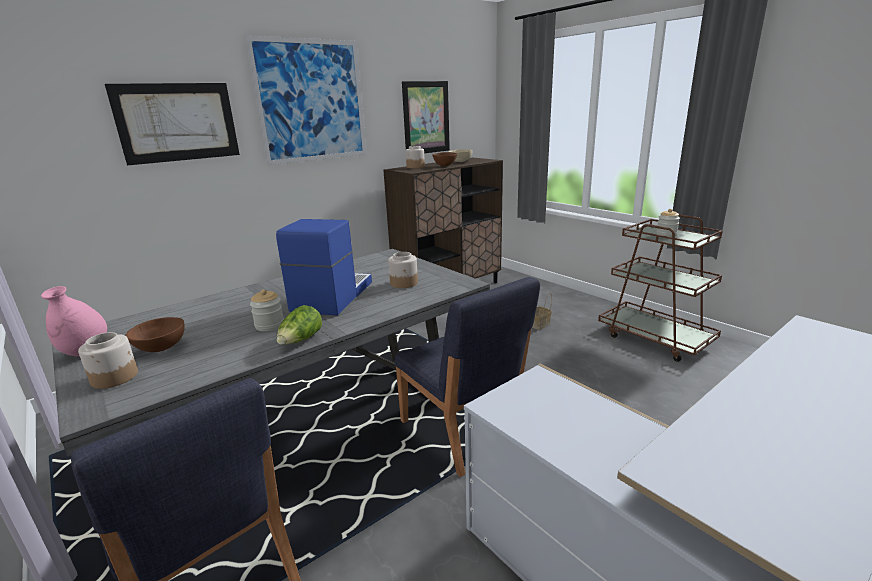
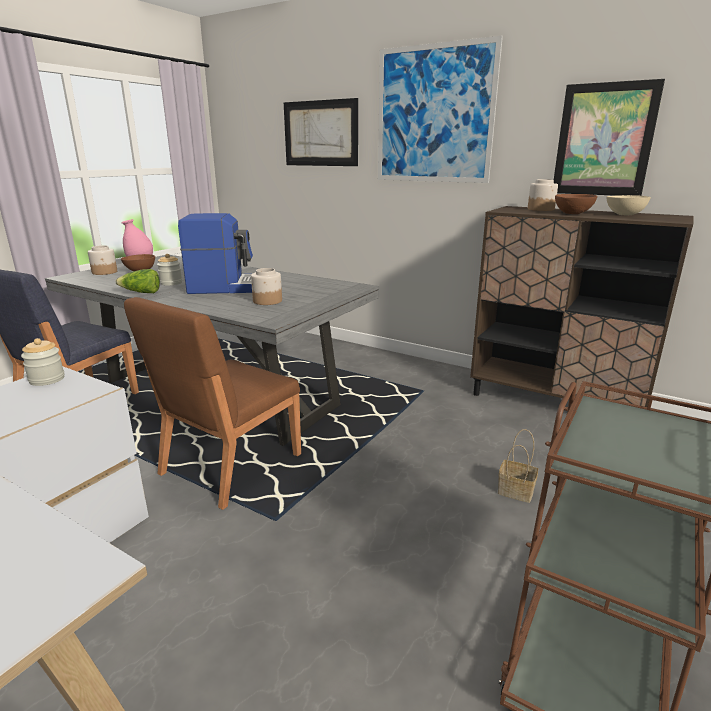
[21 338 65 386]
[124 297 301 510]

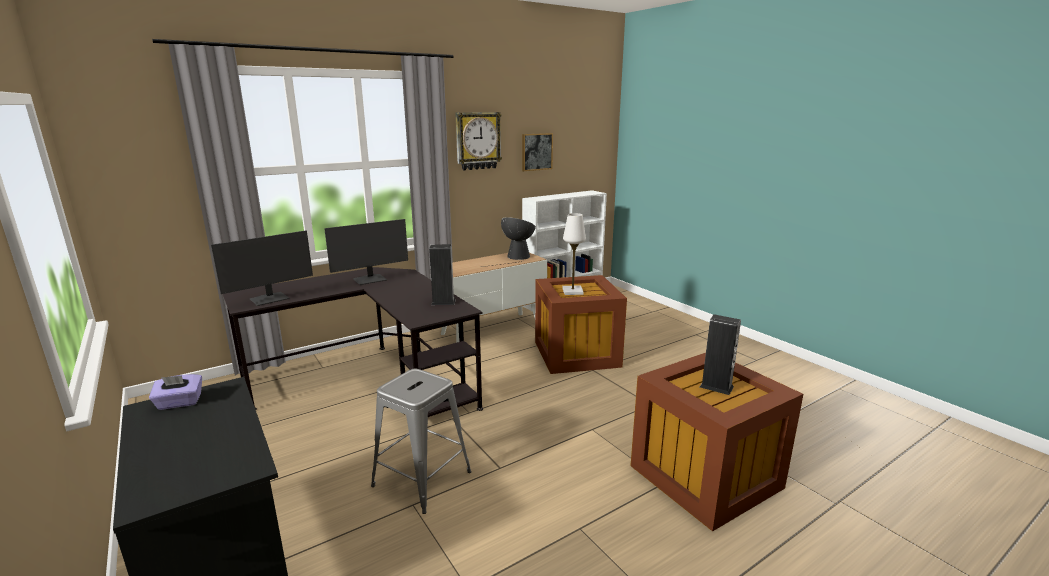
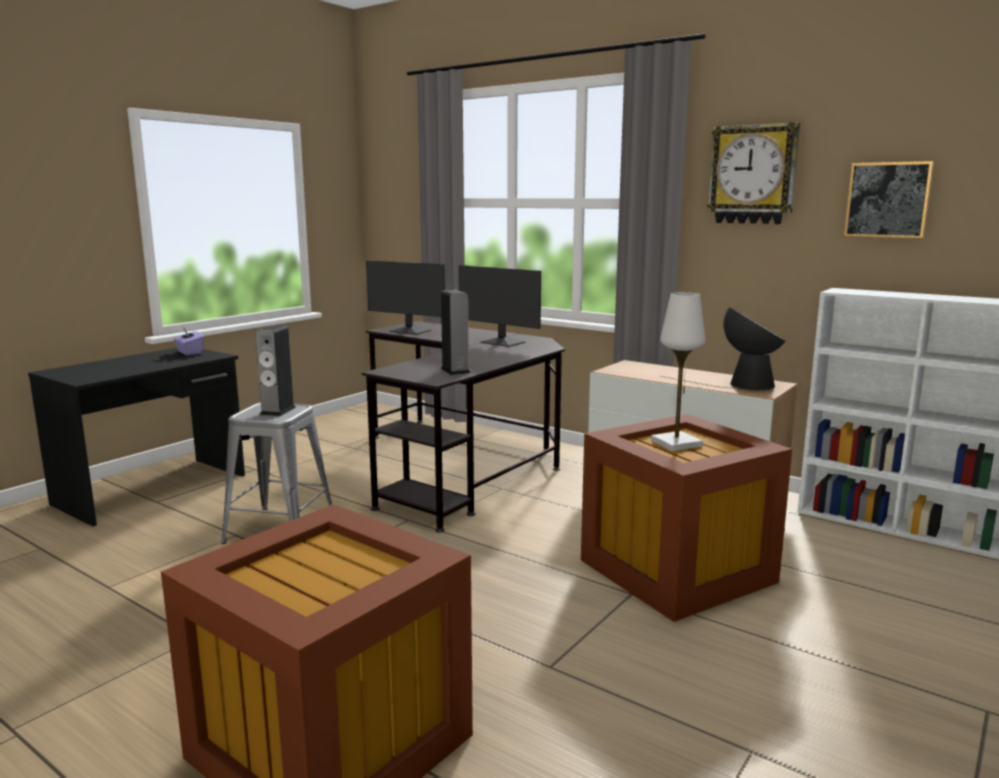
[255 325 296 416]

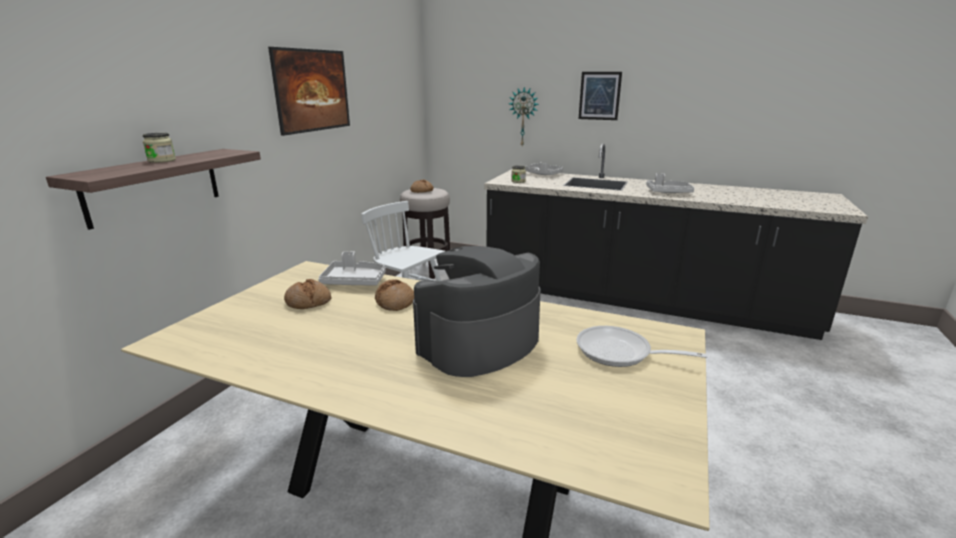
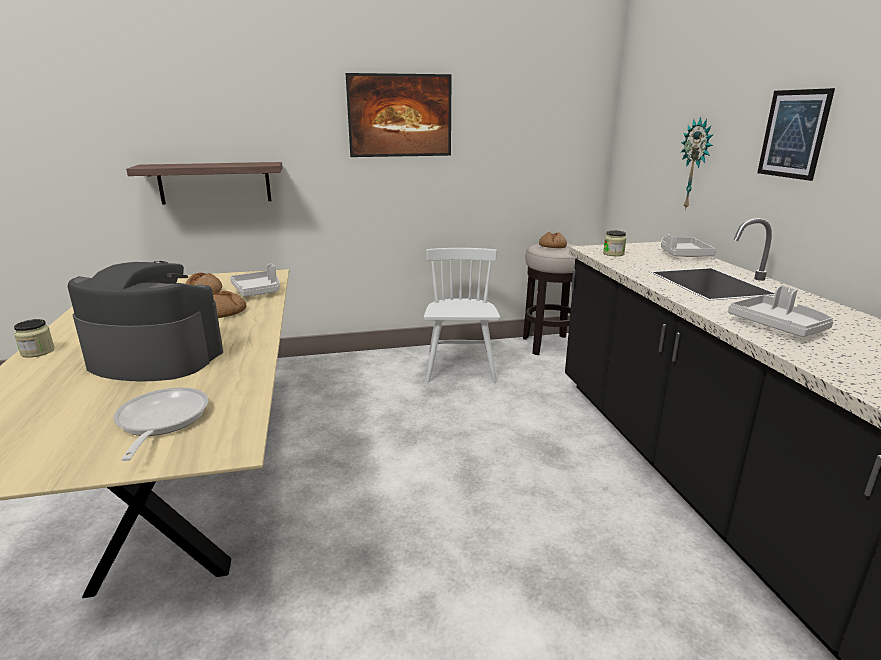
[14 319 55 358]

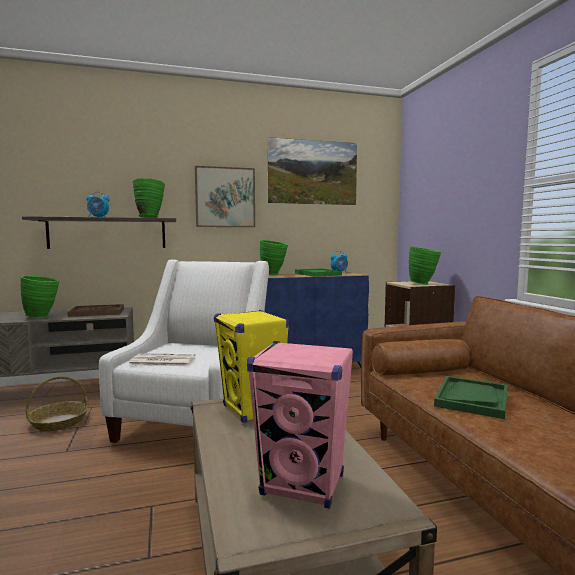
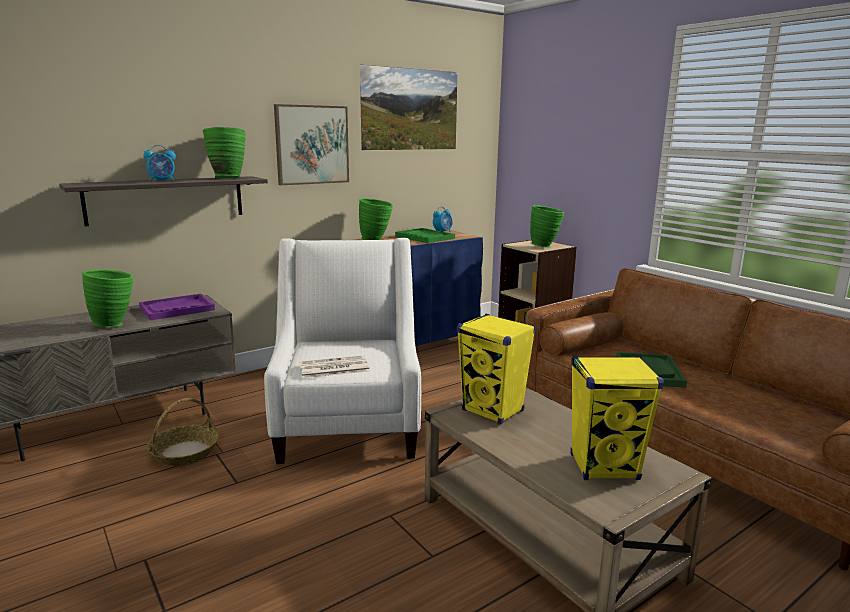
[139 294 215 320]
[571 356 664 480]

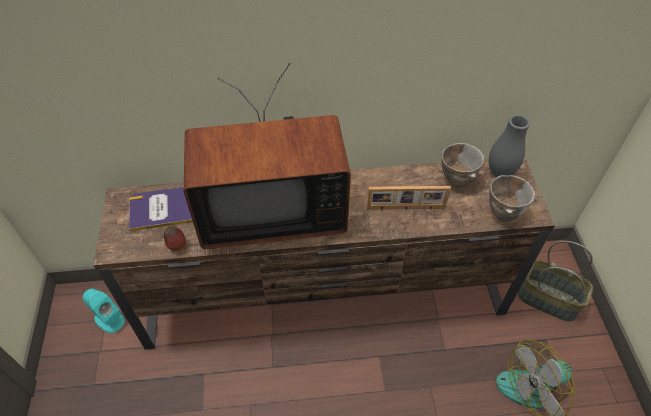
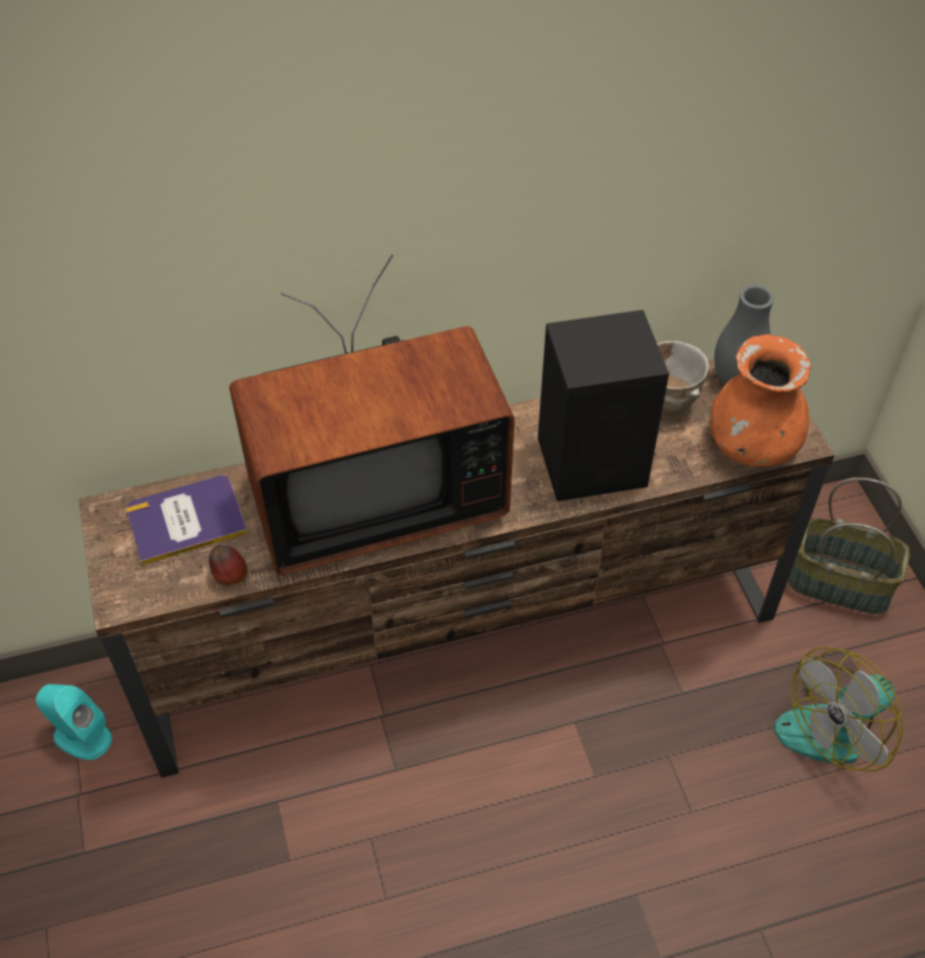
[710 334 811 467]
[538 310 669 501]

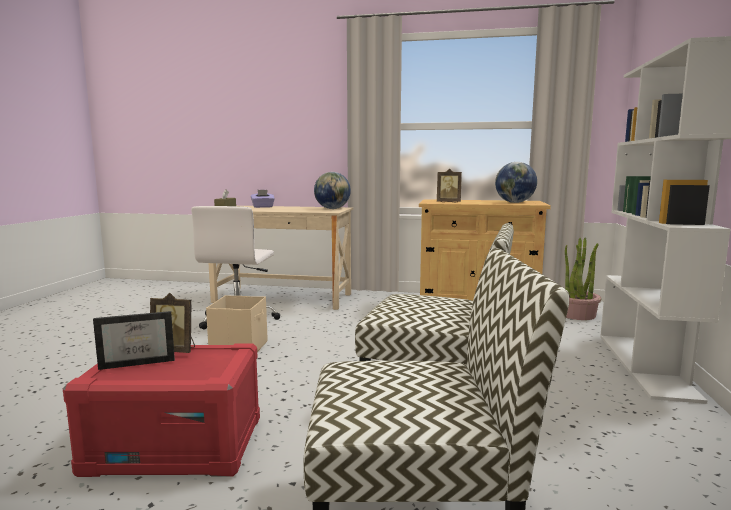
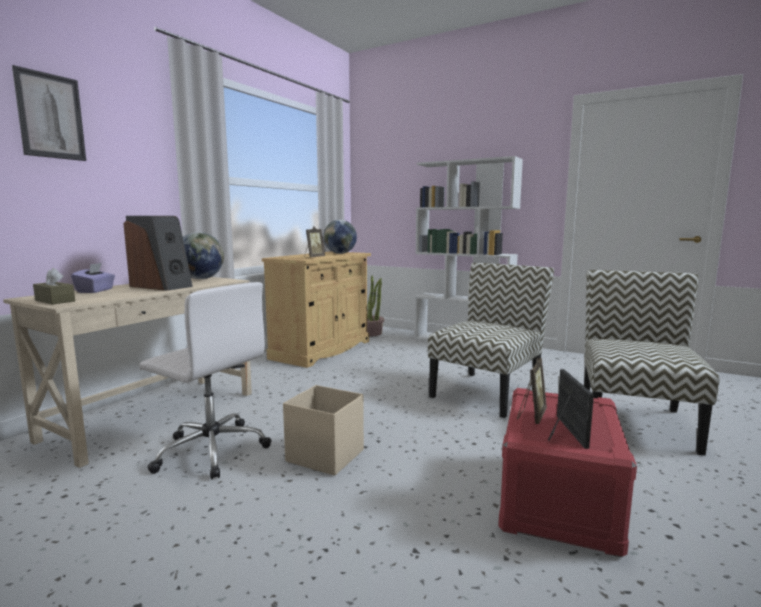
[12 65 86 161]
[123 216 193 291]

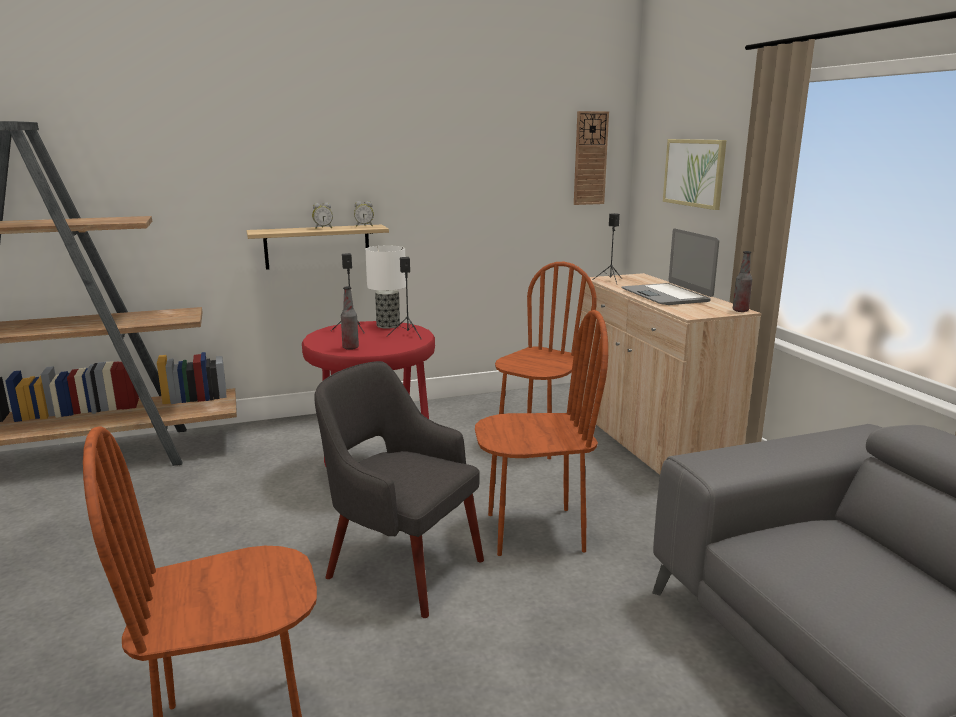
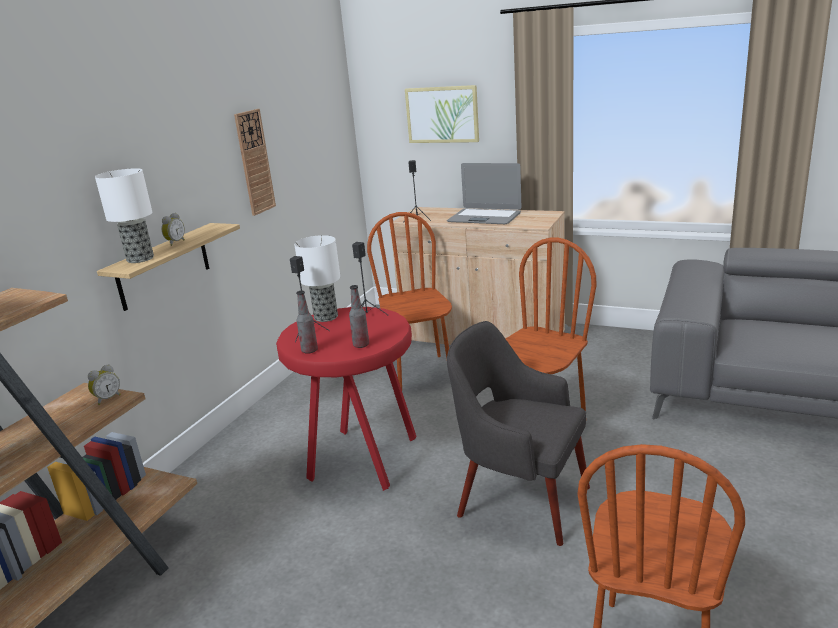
[234 109 276 216]
[88 364 121 405]
[296 291 318 354]
[447 321 590 546]
[95 168 154 263]

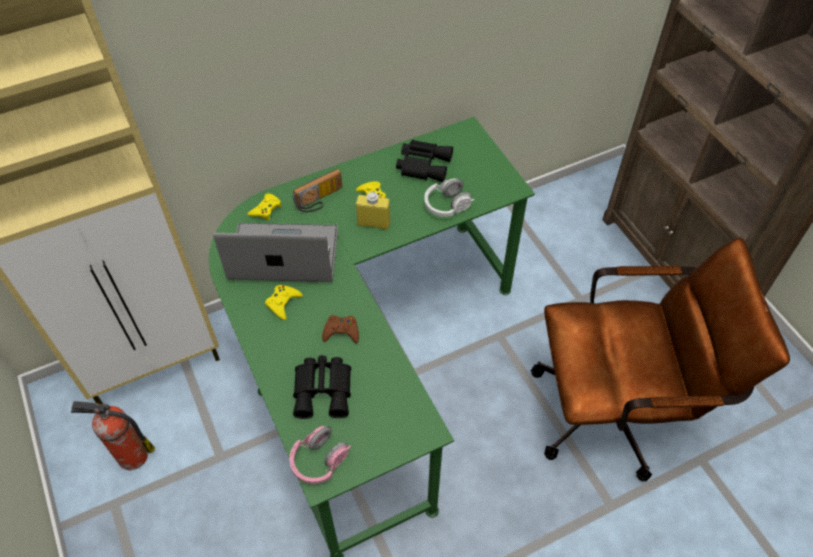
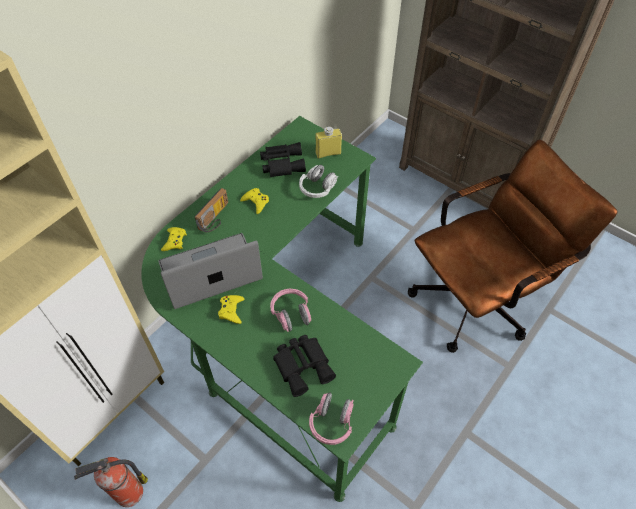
[315 126 342 159]
[270 289 311 332]

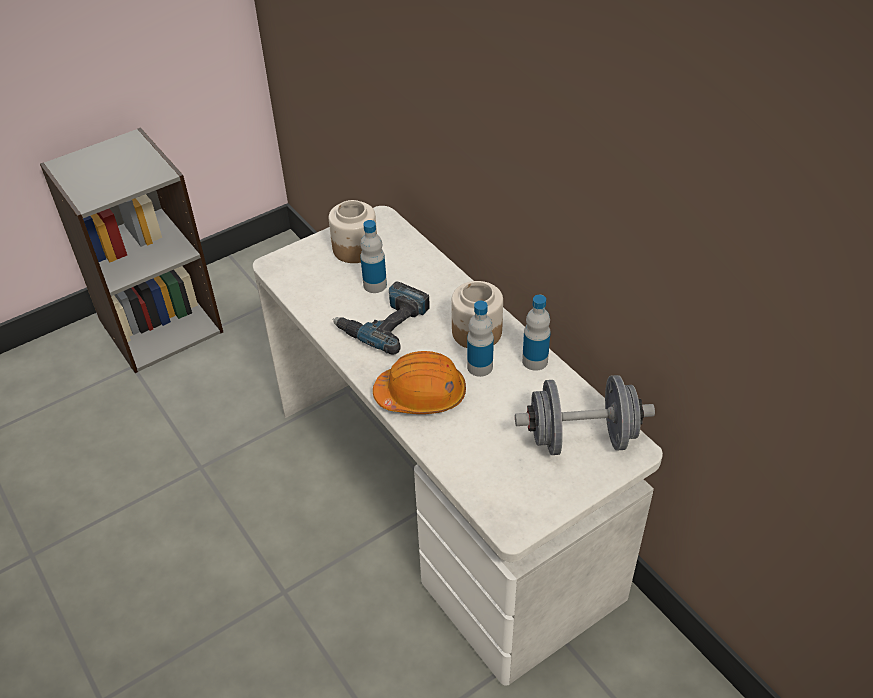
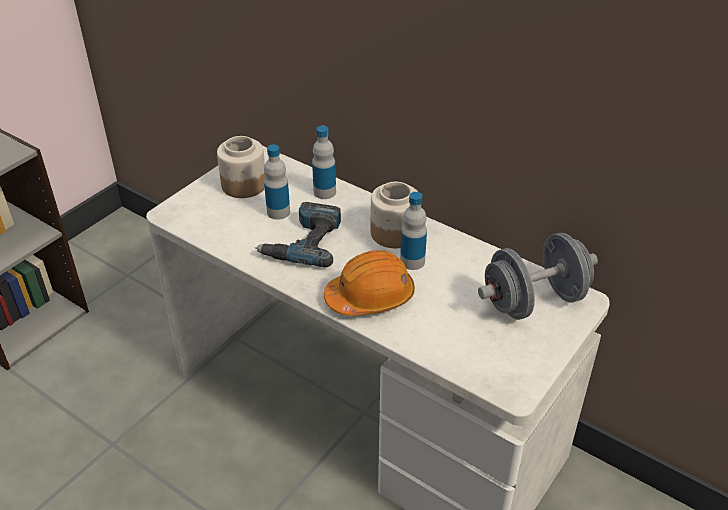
[312 126 336 199]

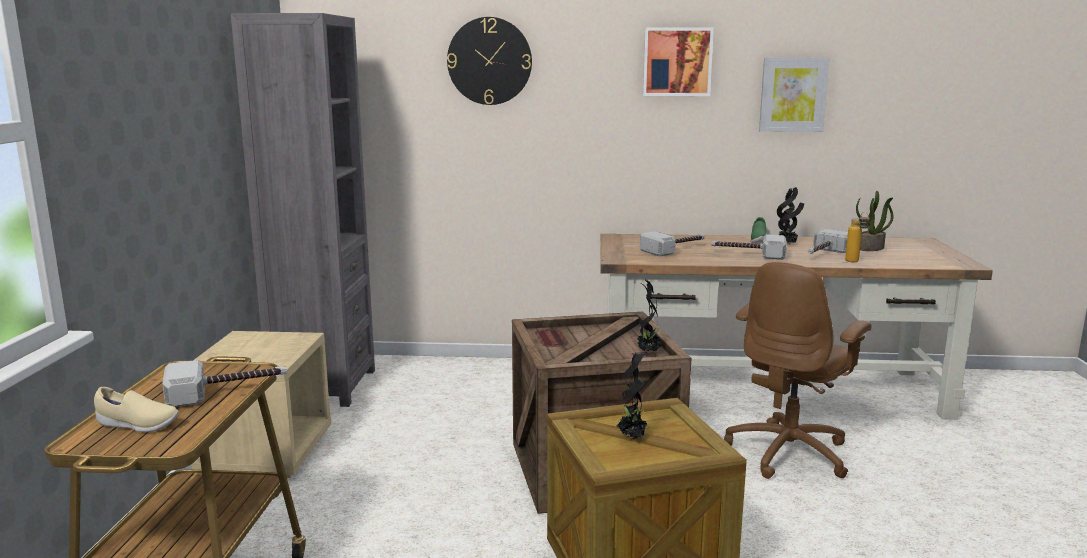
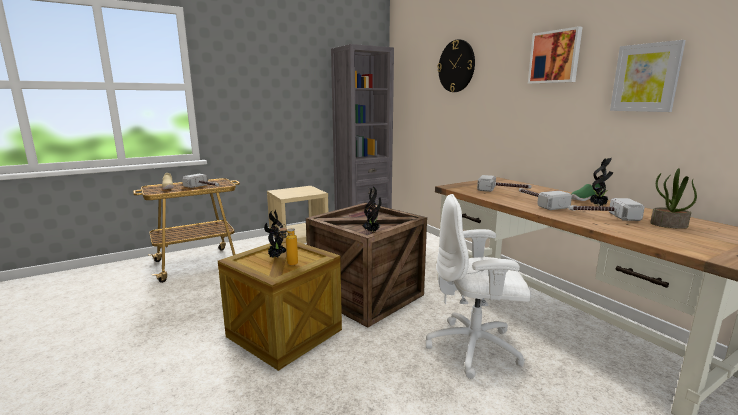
[279 224 298 265]
[426 194 531 379]

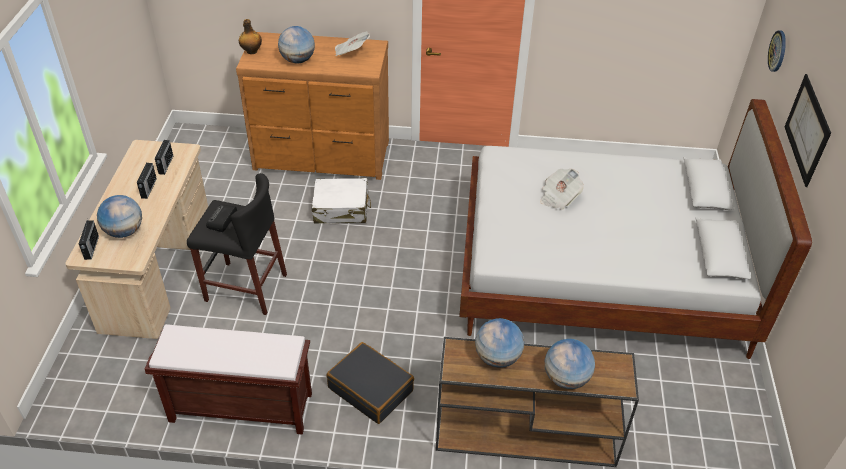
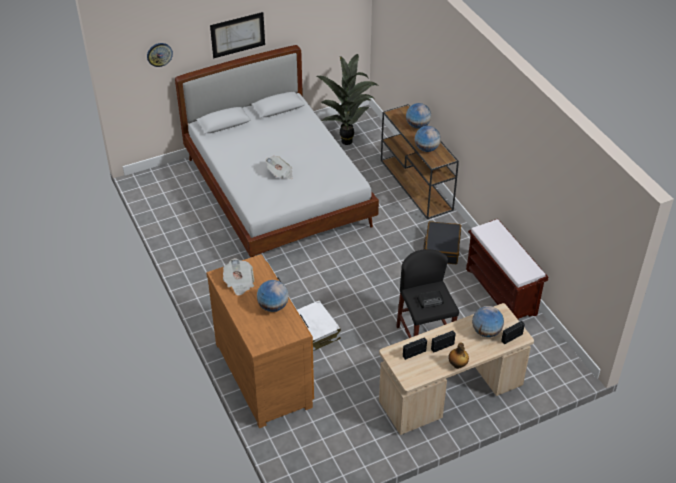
[448 343 469 369]
[317 54 379 145]

